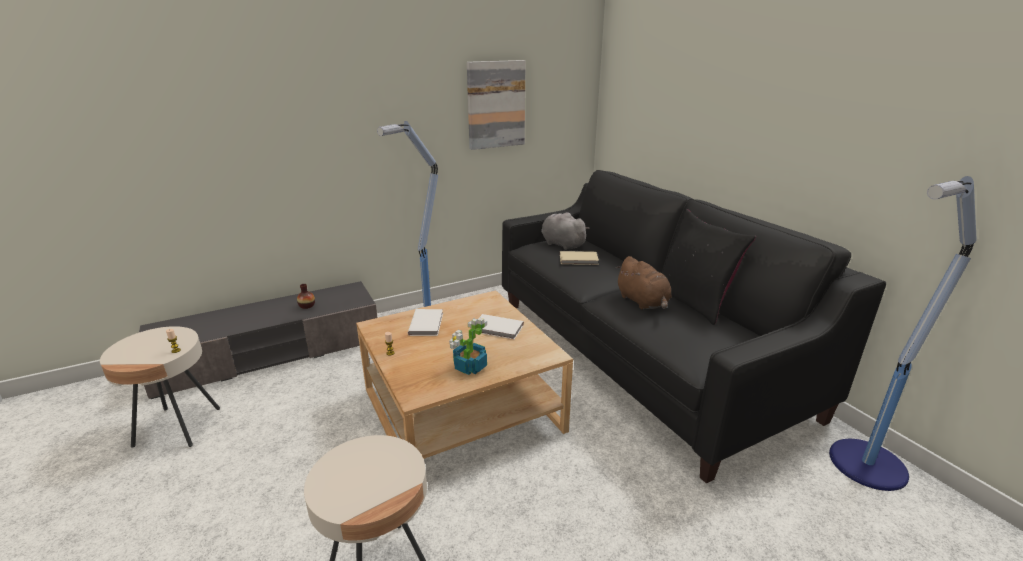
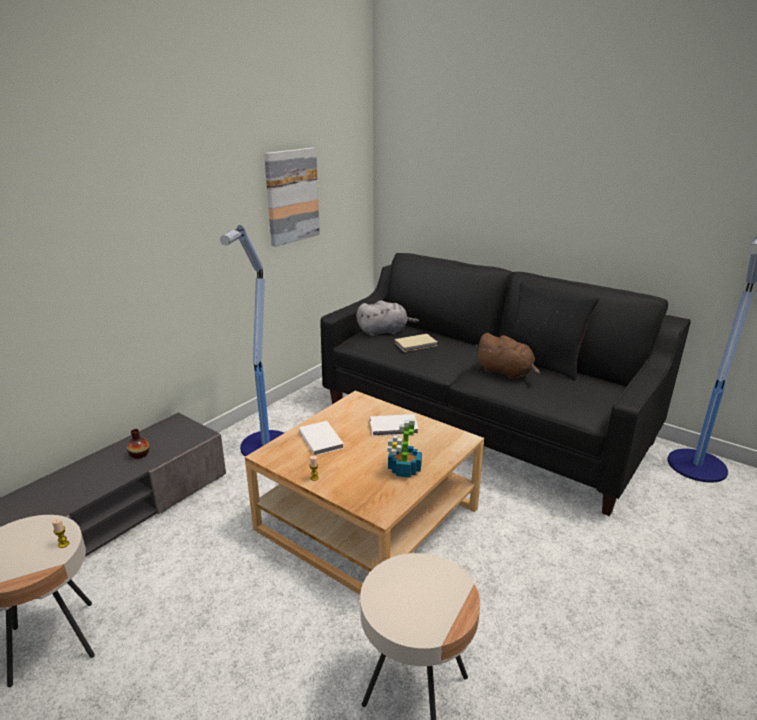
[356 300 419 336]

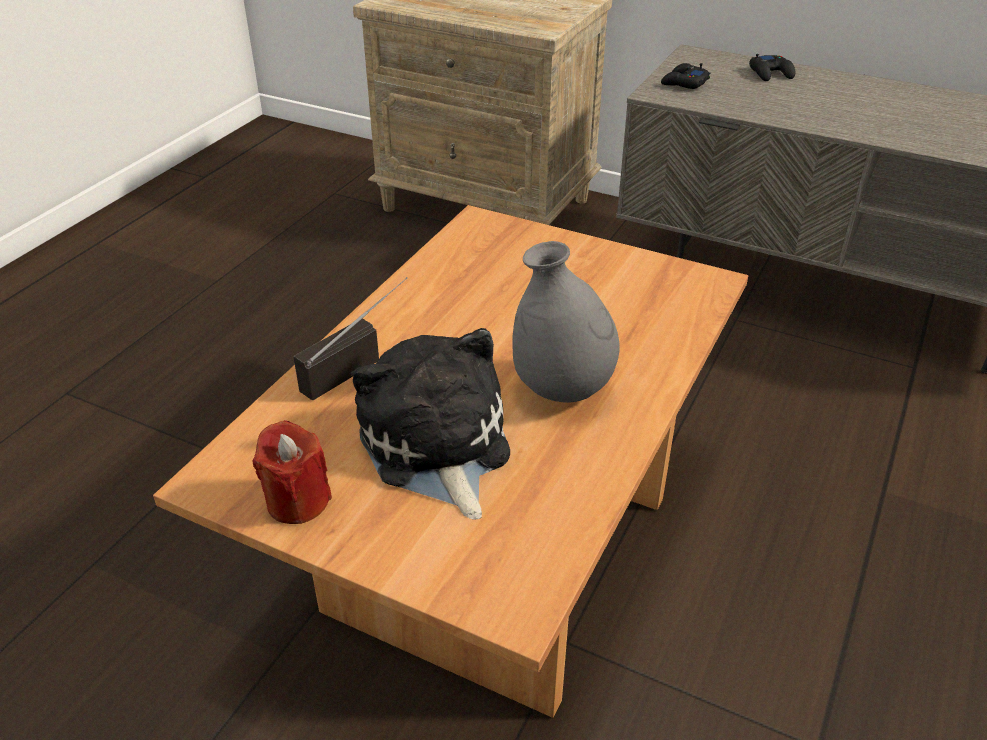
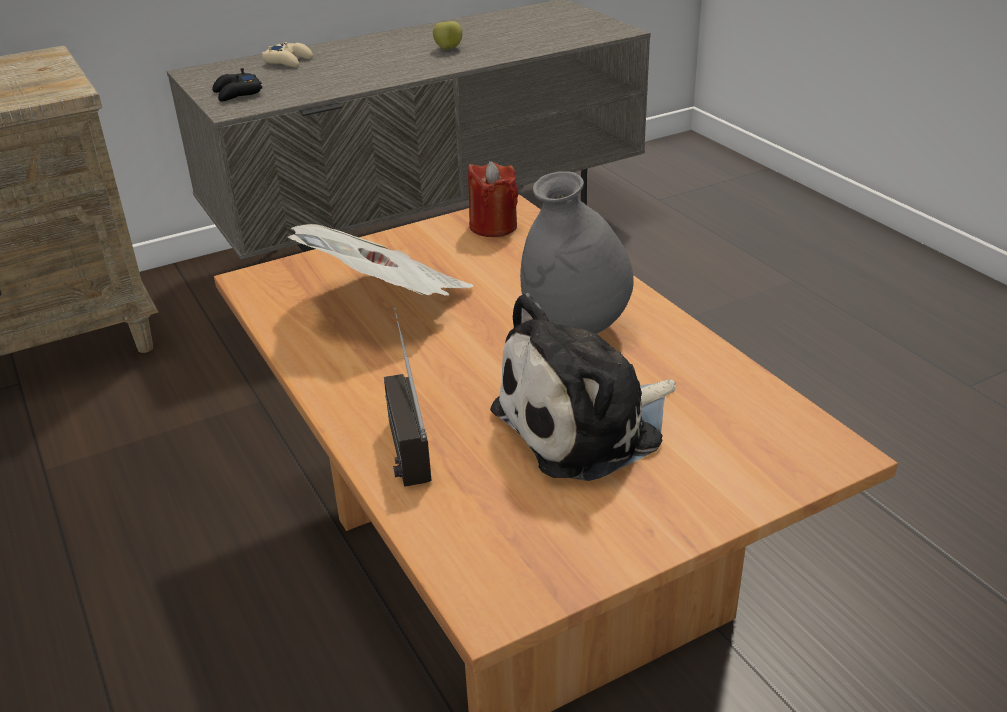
[262 42 313 67]
[490 293 676 481]
[468 161 518 237]
[433 21 463 49]
[288 224 473 296]

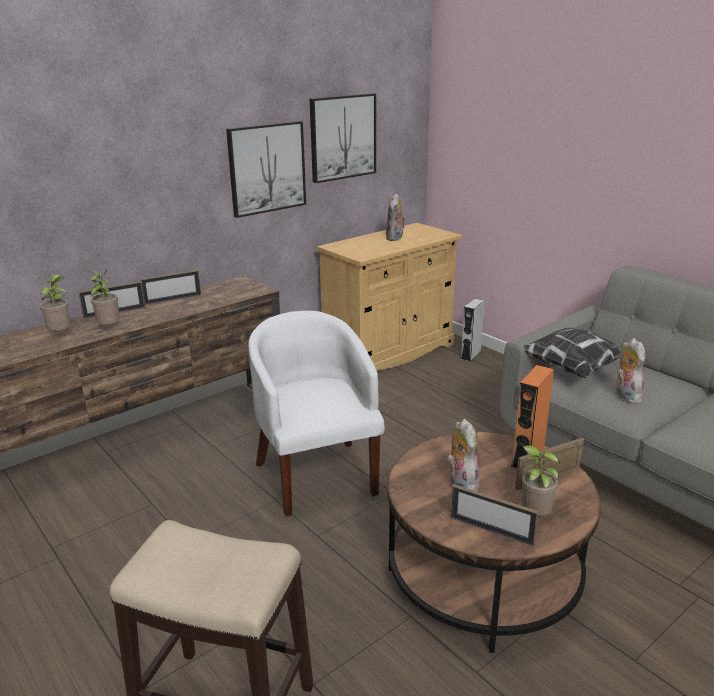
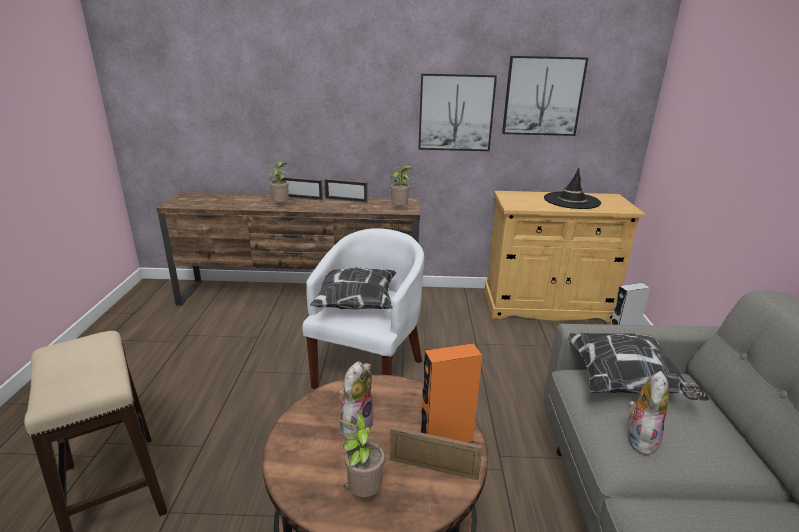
[544 168 601 209]
[391 166 412 207]
[450 484 539 547] (first image)
[310 267 396 309]

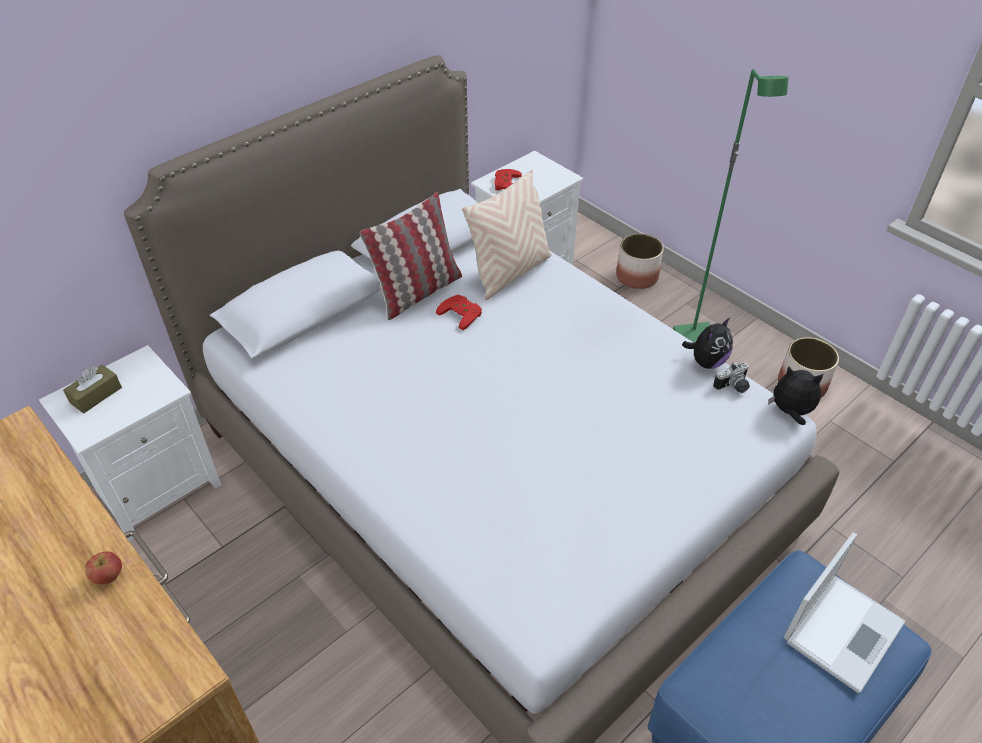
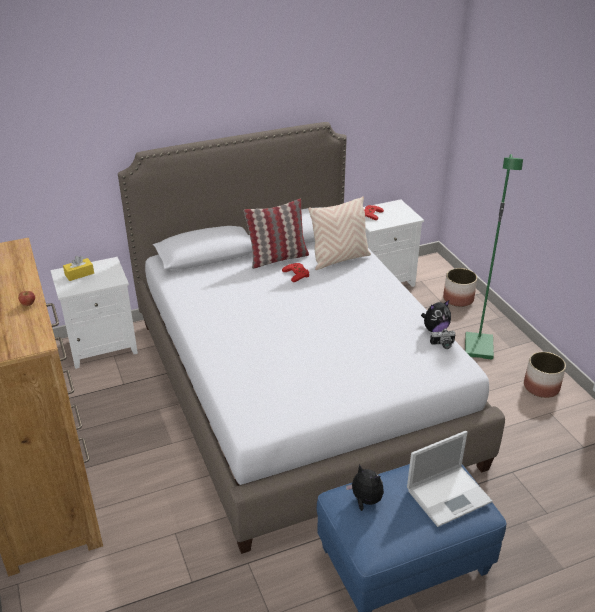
[63 256 94 281]
[346 464 384 511]

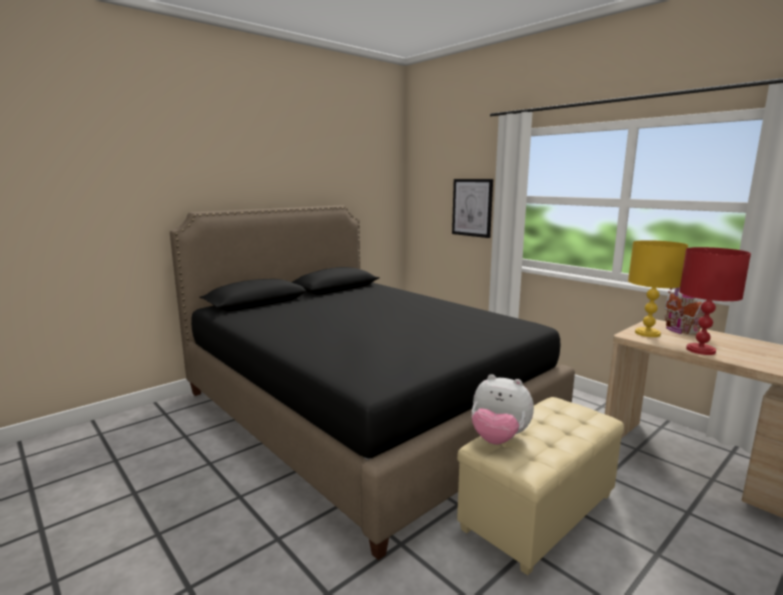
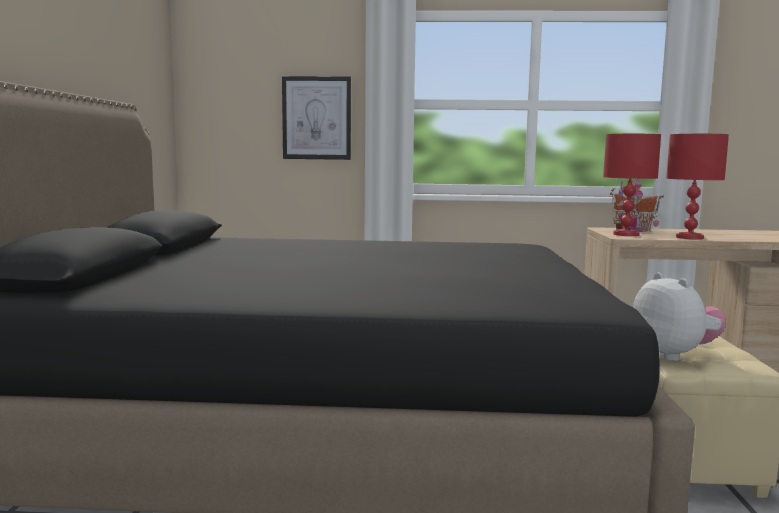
[603 134 661 236]
[633 272 726 361]

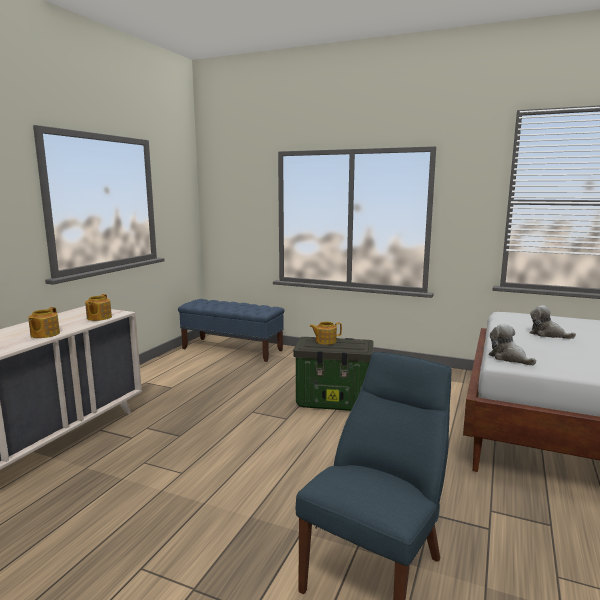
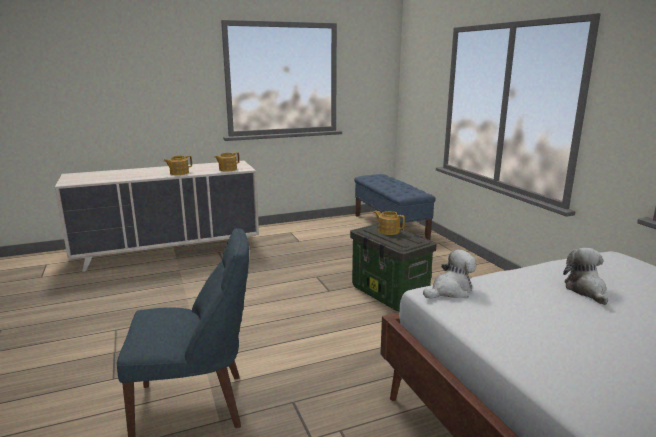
[423 250 476 299]

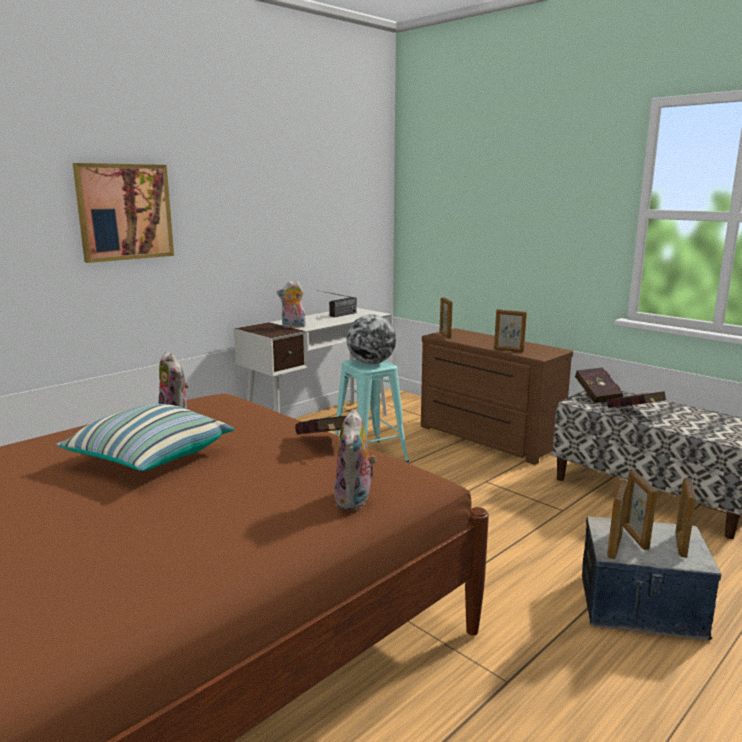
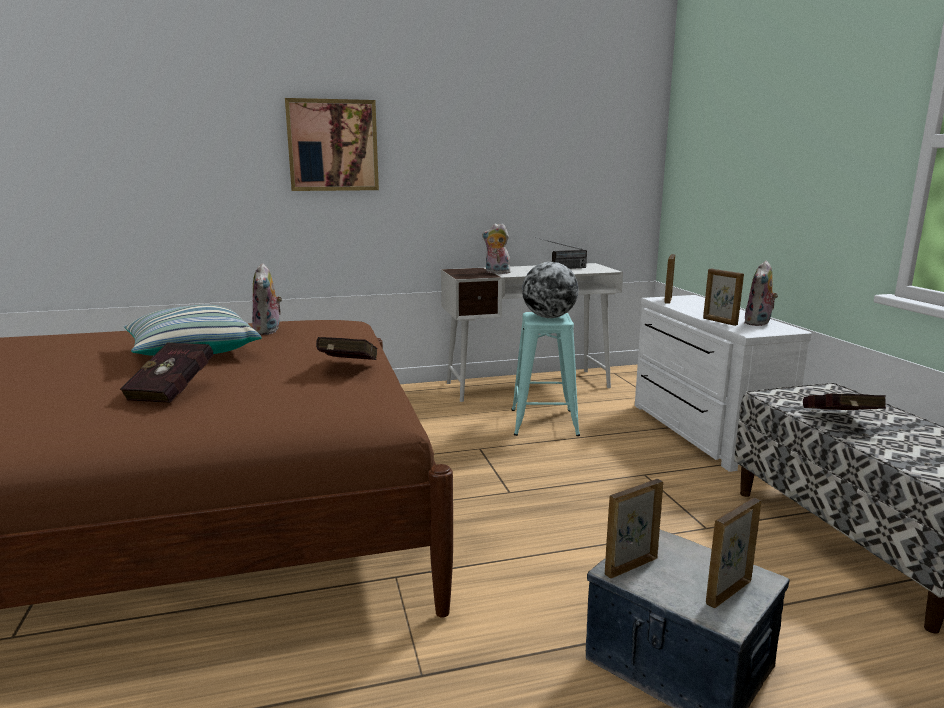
[635 295 812 472]
[120 342 214 403]
[744 261 778 326]
[623 471 657 550] (first image)

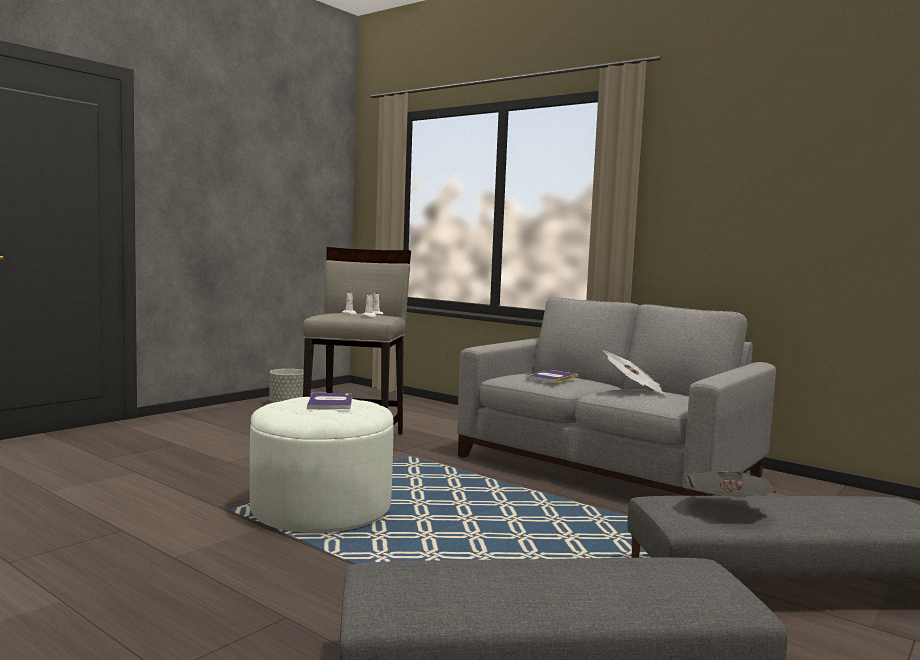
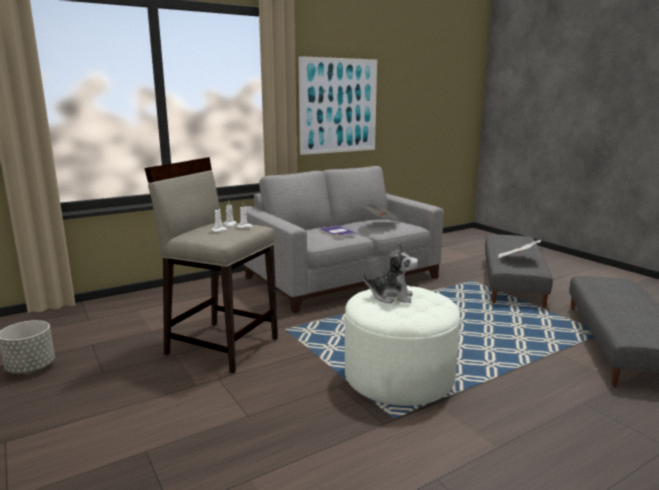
[363 243 418 304]
[298 56 377 155]

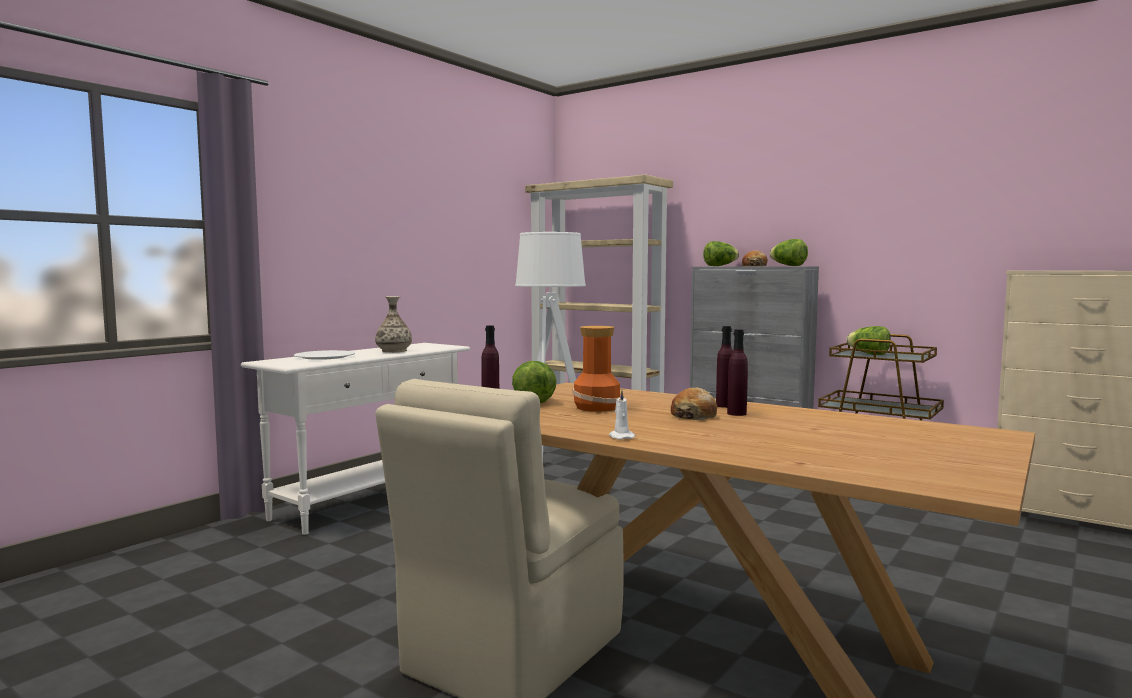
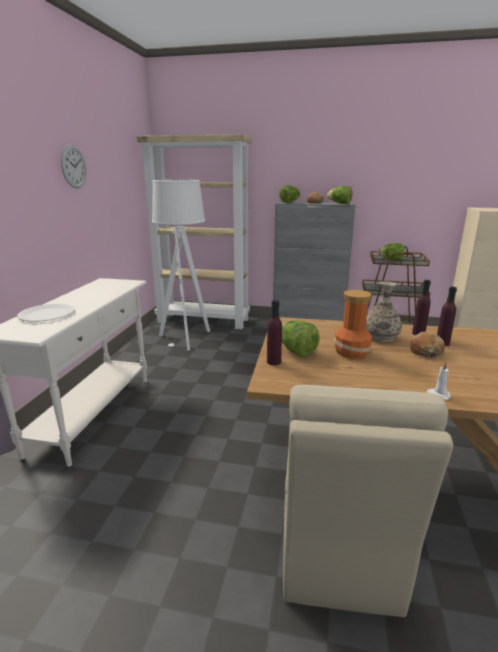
[366 281 402 342]
[61 145 87 188]

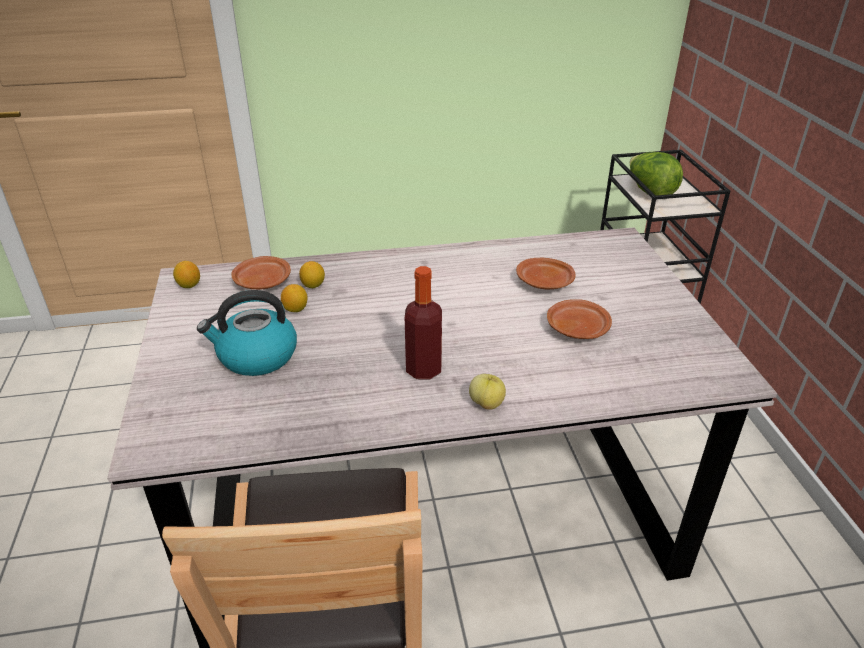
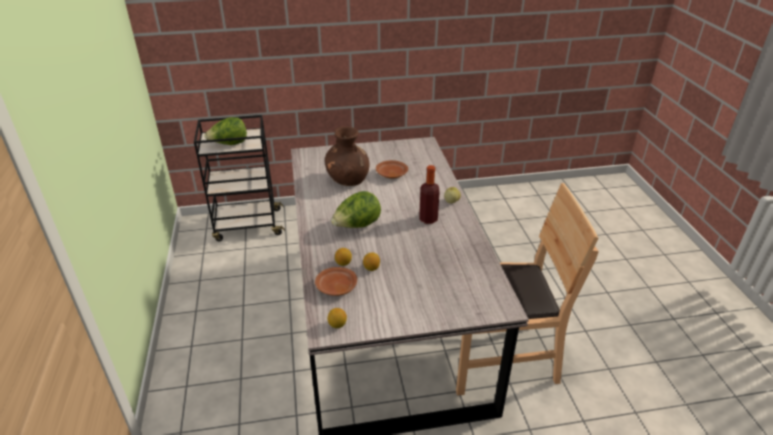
[325 126 370 186]
[197 290 297 376] (first image)
[331 191 381 228]

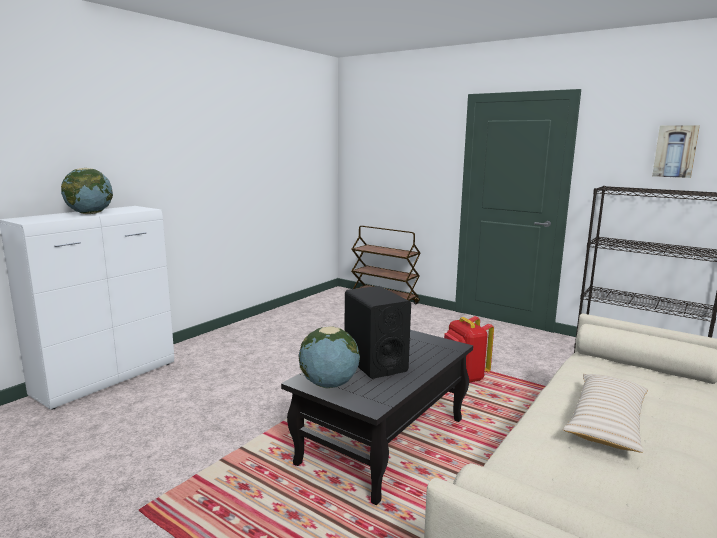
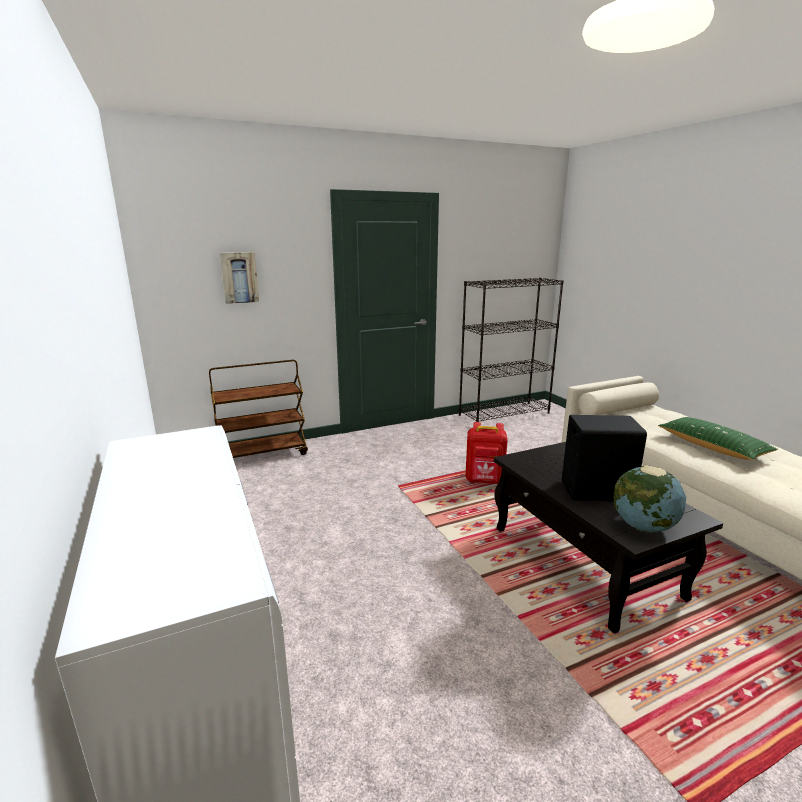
[220 252 259 304]
[61 168 113 214] (first image)
[658 417 778 460]

